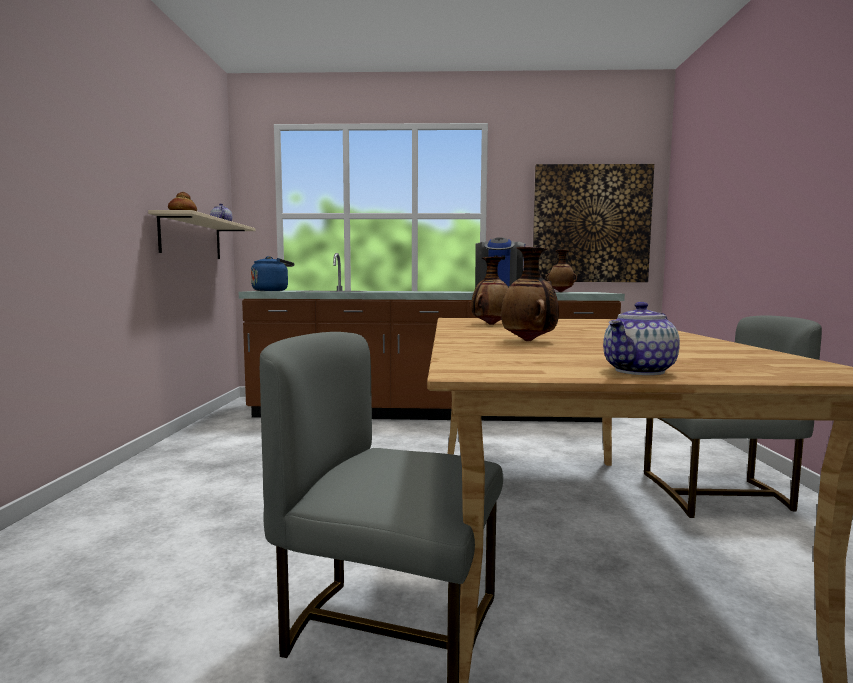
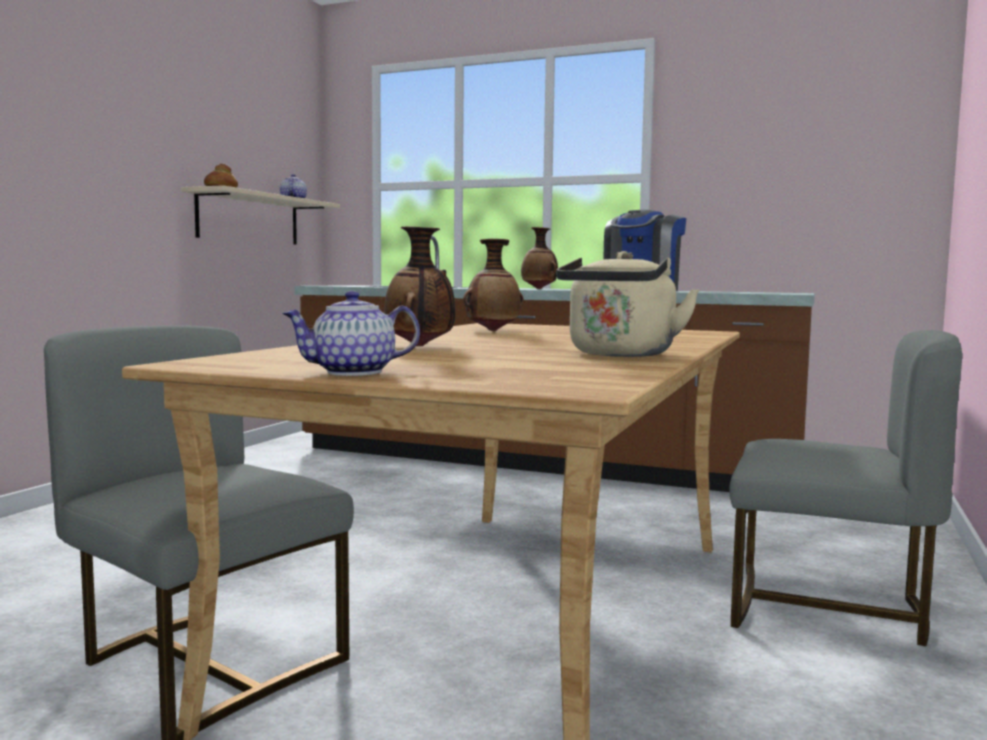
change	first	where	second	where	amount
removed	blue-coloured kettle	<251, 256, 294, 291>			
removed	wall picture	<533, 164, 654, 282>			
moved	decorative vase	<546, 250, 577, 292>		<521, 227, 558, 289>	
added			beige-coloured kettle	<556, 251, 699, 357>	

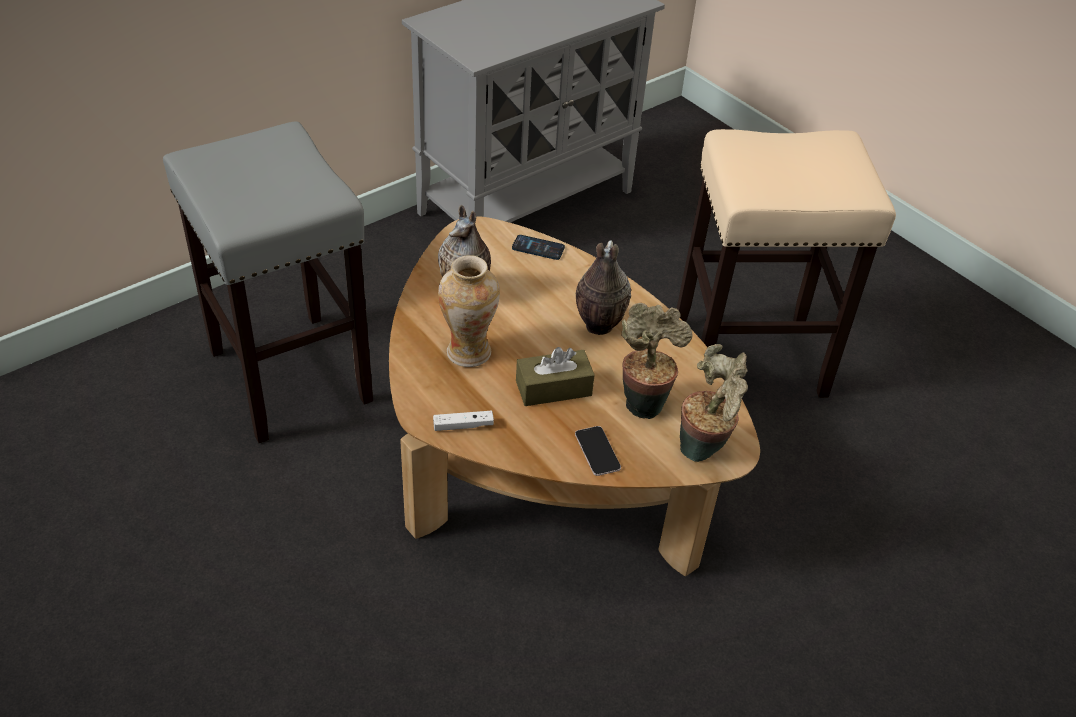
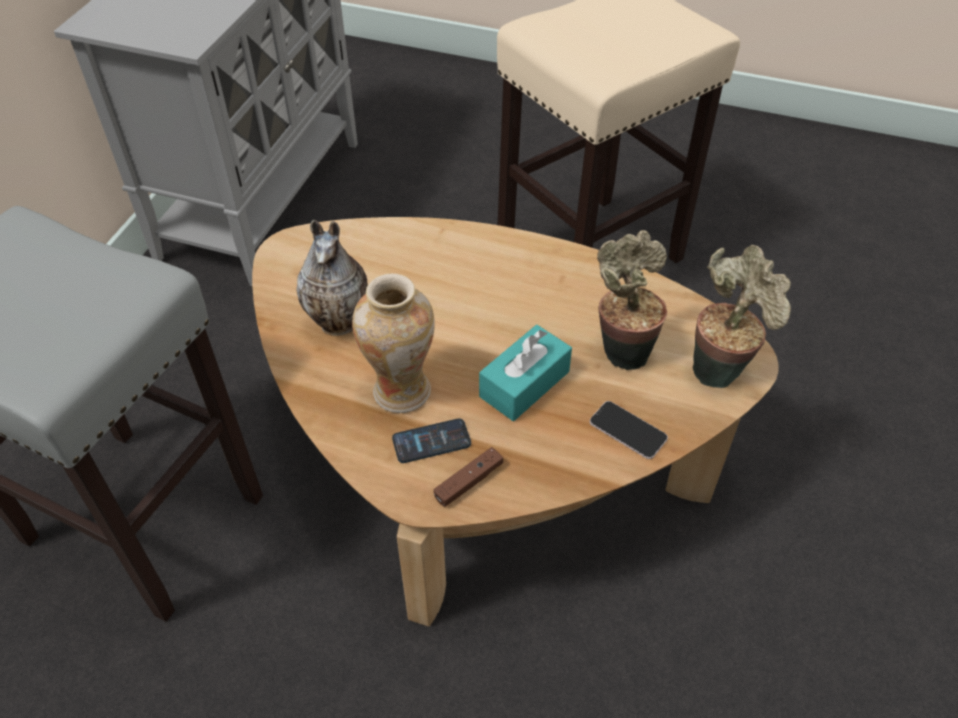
change	first	where	second	where	amount
recoloured	white-coloured gamepad	<433, 411, 494, 431>	brownish gamepad	<434, 447, 503, 507>	
moved	telephone	<512, 235, 565, 260>		<392, 418, 471, 463>	
recoloured	brownish box of tissues	<516, 347, 595, 406>	turquoise-coloured box of tissues	<479, 325, 572, 421>	
removed	decorative vase	<576, 240, 631, 335>			

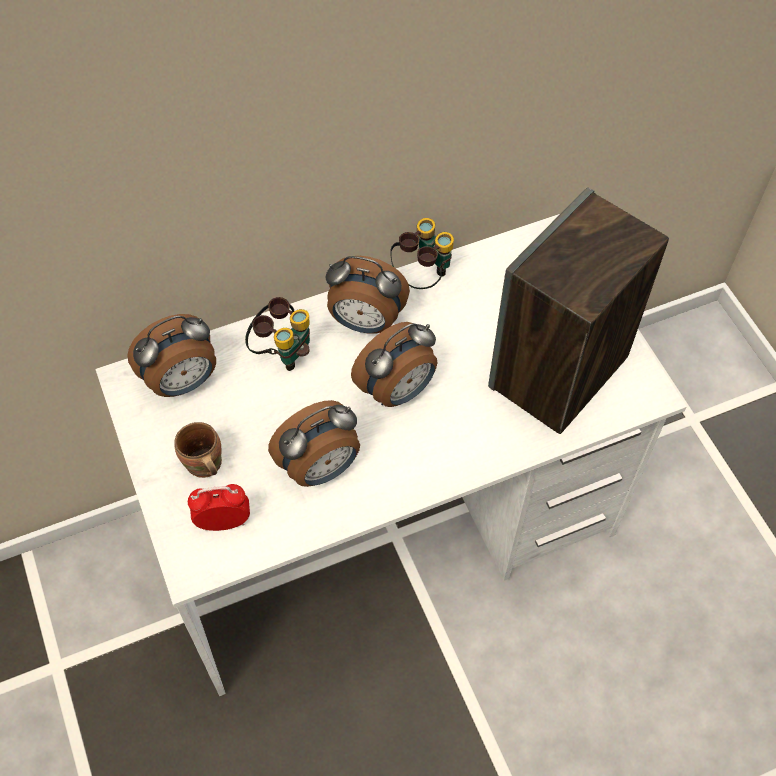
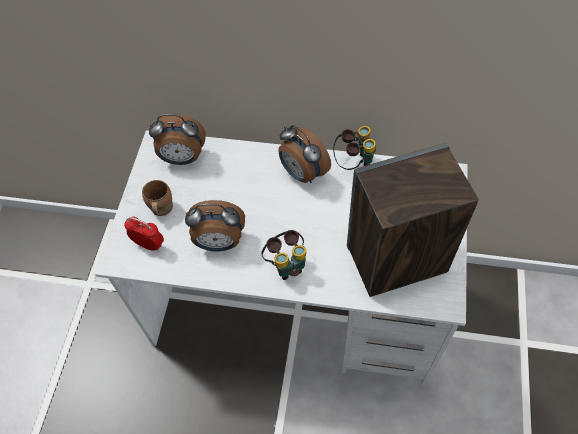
change	first	where	second	where	amount
moved	binoculars	<245, 297, 310, 371>		<261, 230, 306, 280>	
removed	table clock	<351, 322, 437, 407>			

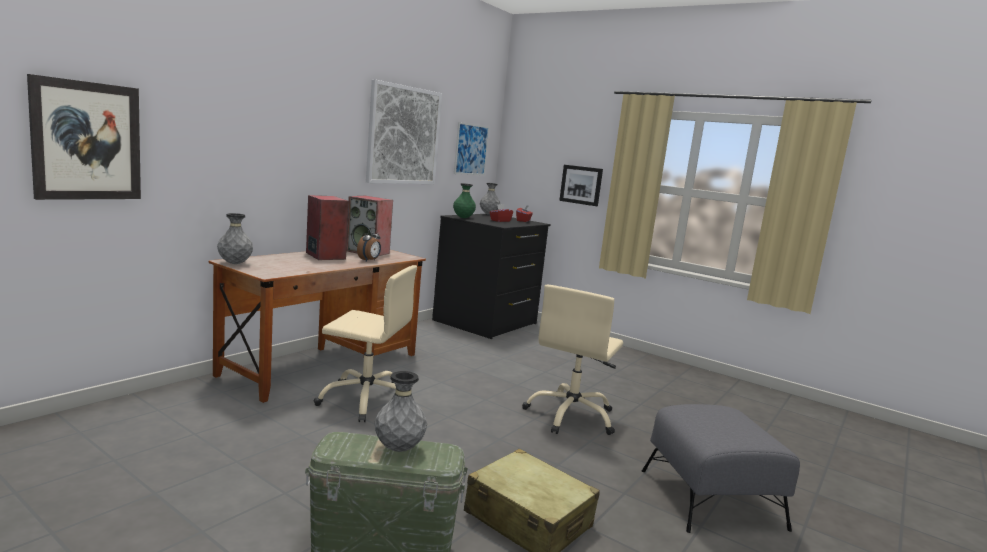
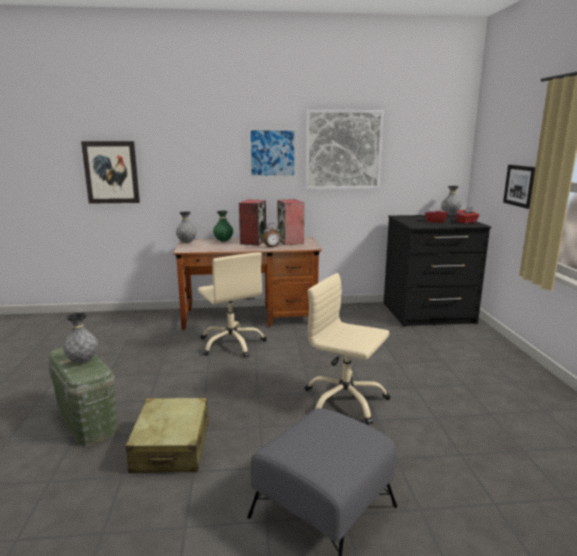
change	first	where	second	where	amount
moved	greenish decorative vase	<453, 183, 476, 218>		<213, 211, 233, 242>	
moved	wall picture	<454, 122, 490, 175>		<249, 129, 296, 177>	
turned	beige-coloured office chair	<522, 285, 623, 435>		<305, 273, 390, 425>	45 degrees clockwise

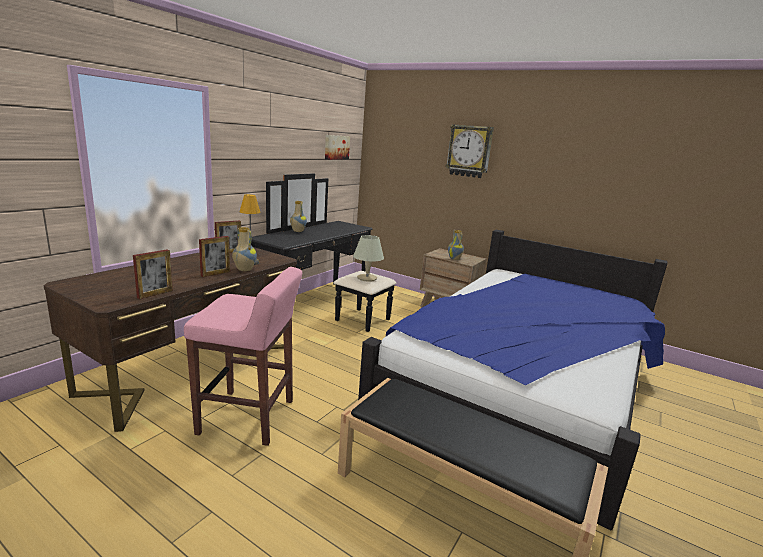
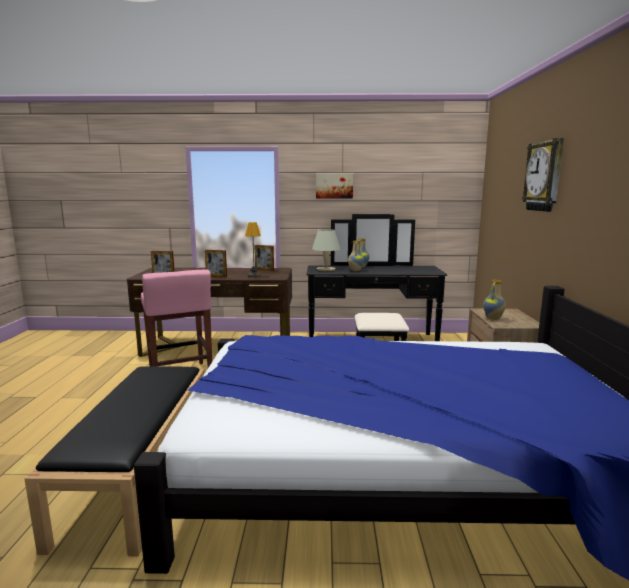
change	first	where	second	where	amount
moved	decorative vase	<232, 227, 257, 271>		<348, 240, 364, 271>	
moved	wall picture	<325, 135, 350, 160>		<316, 174, 353, 198>	
moved	beige-coloured lamp for a table	<353, 235, 384, 282>		<312, 229, 340, 271>	

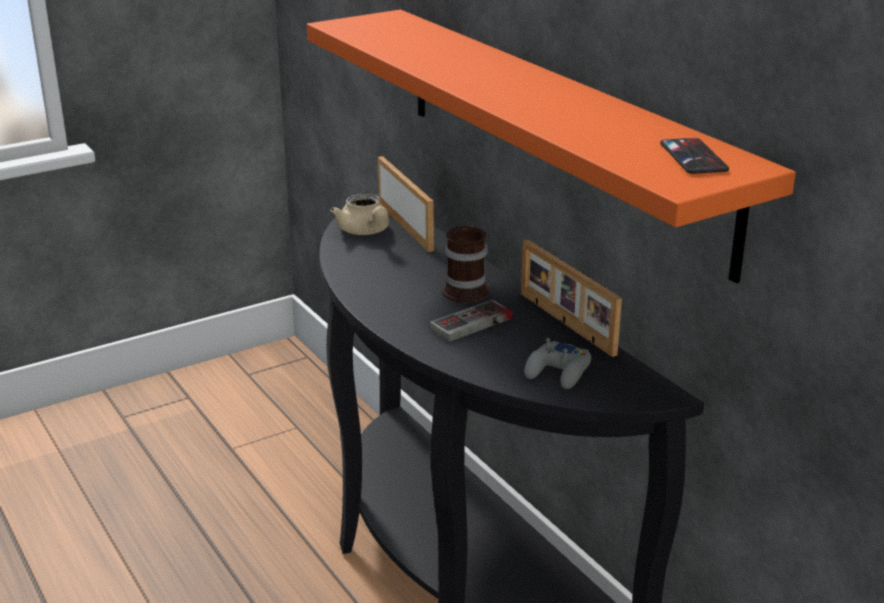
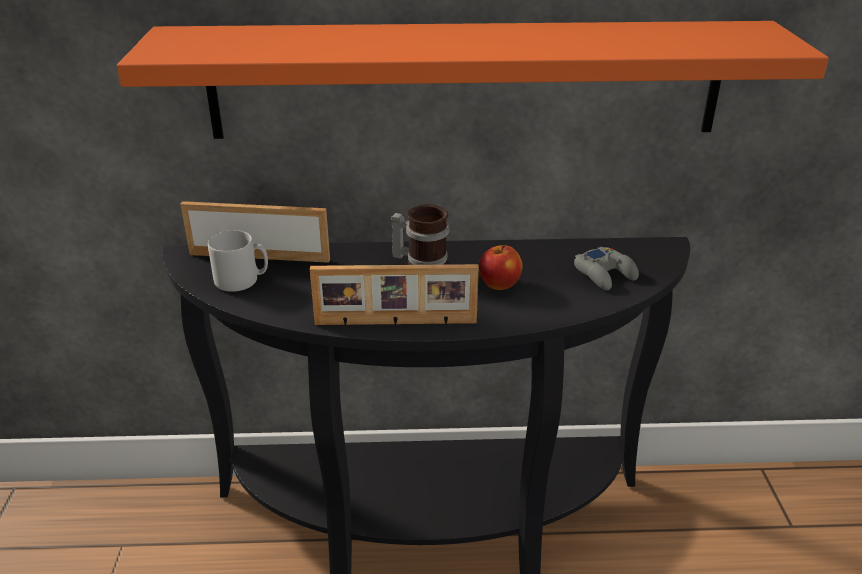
change	first	where	second	where	amount
replaced	beige-coloured tea pot	<331, 194, 389, 235>	grey mug	<208, 230, 268, 292>	
replaced	gamepad	<430, 300, 513, 342>	apple fruit	<479, 245, 522, 290>	
moved	standing frame	<521, 240, 622, 357>		<310, 264, 479, 327>	
removed	telephone	<660, 138, 729, 174>			

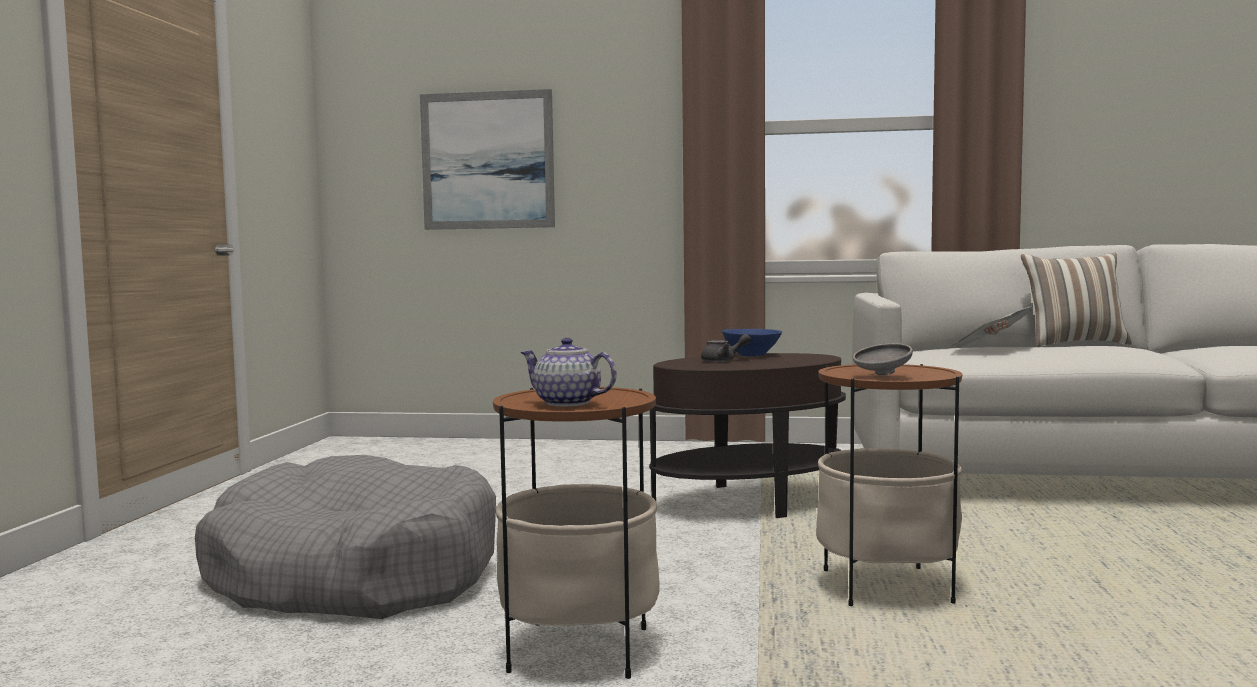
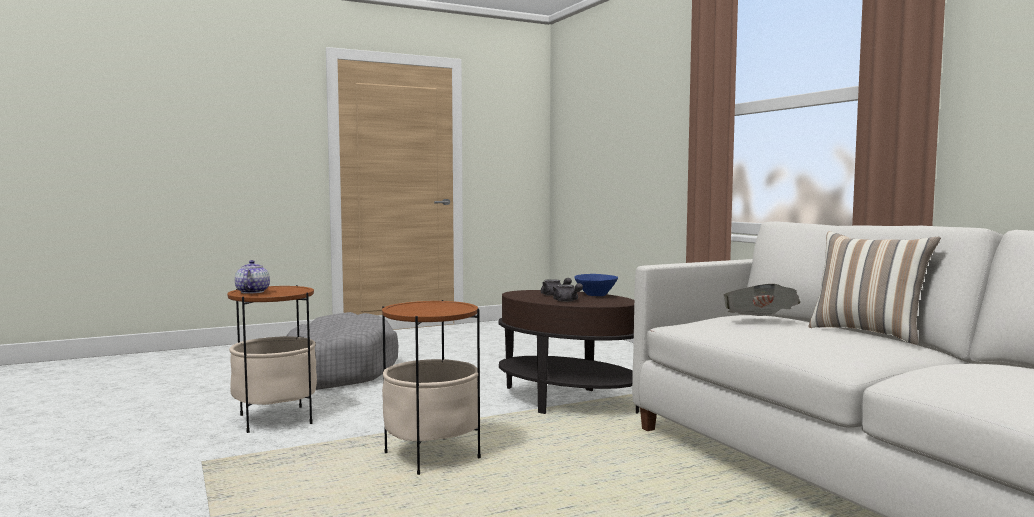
change	first	where	second	where	amount
removed	wall picture	<420, 89, 555, 230>			
removed	grey serving bowl	<853, 343, 913, 376>			
added			grey tea pot	<552, 283, 583, 302>	

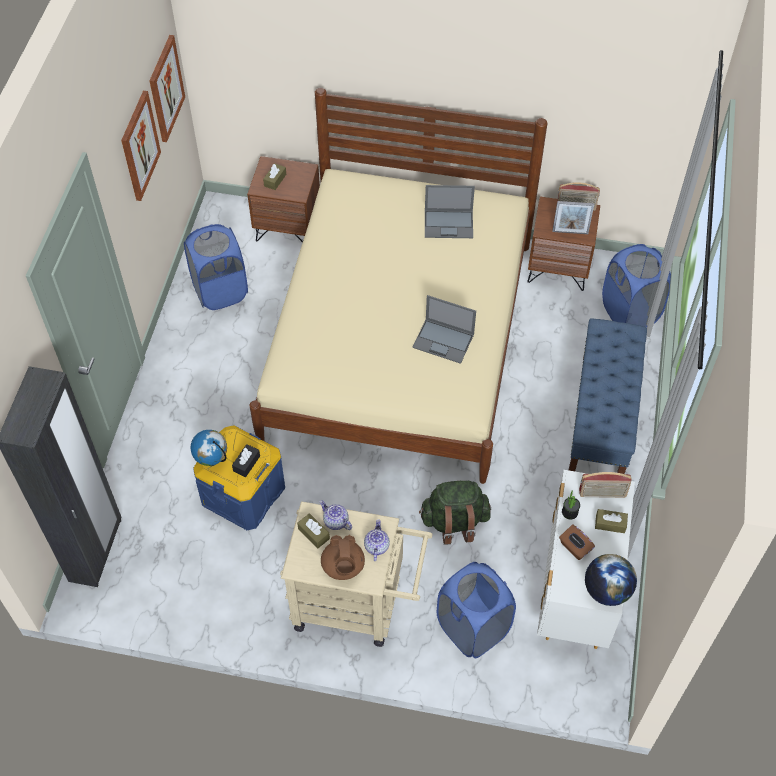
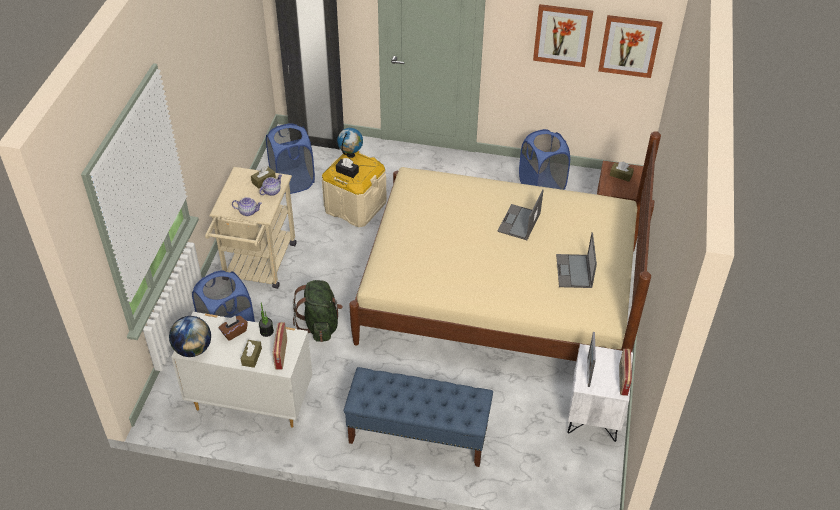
change	first	where	second	where	amount
recoloured	blue-coloured storage container	<193, 426, 285, 530>	beige-coloured storage container	<322, 151, 387, 227>	
removed	brownish tea pot	<321, 535, 365, 580>			
moved	notebook computer	<412, 295, 476, 364>		<497, 189, 544, 240>	
recoloured	brownish bedside table	<528, 197, 600, 291>	white-coloured bedside table	<567, 344, 633, 442>	
moved	blue-coloured hamper	<602, 244, 671, 327>		<266, 123, 315, 194>	

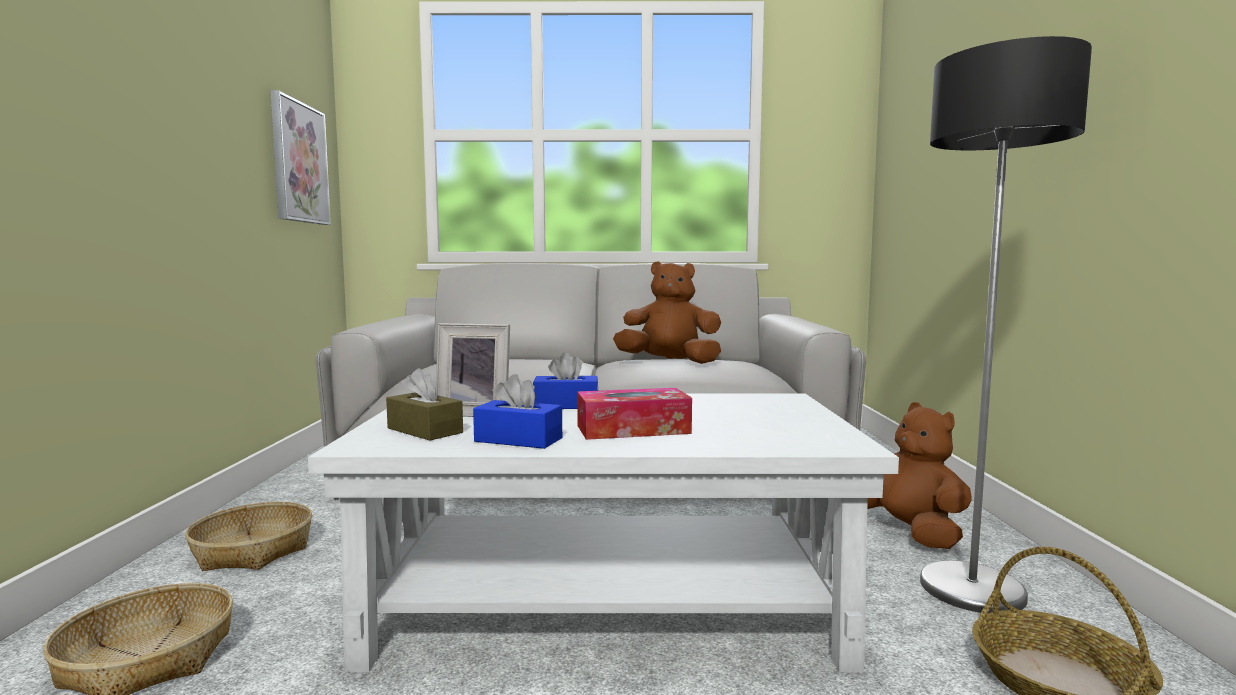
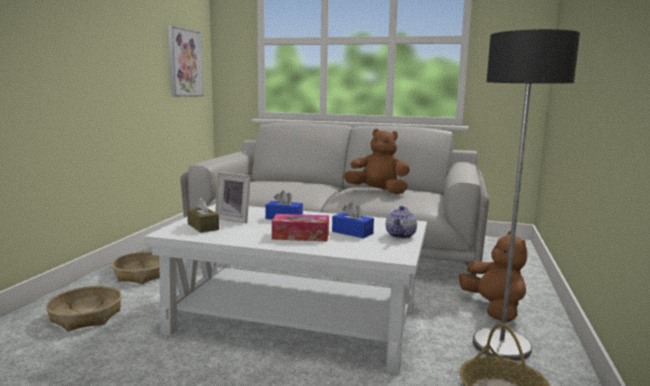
change	first	where	second	where	amount
moved	blue-coloured box of tissues	<473, 374, 562, 449>		<332, 202, 374, 238>	
added			tea pot	<386, 206, 417, 239>	

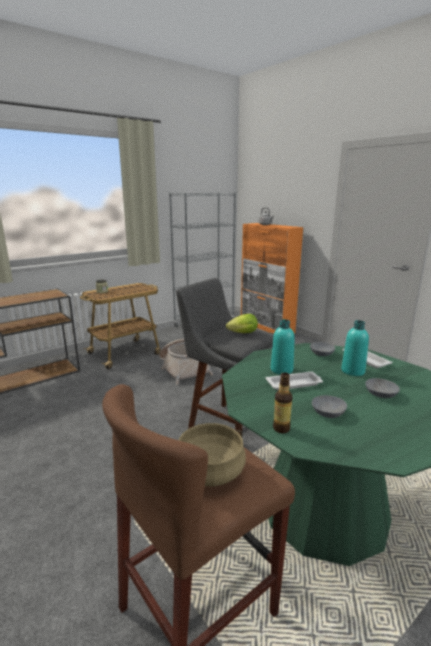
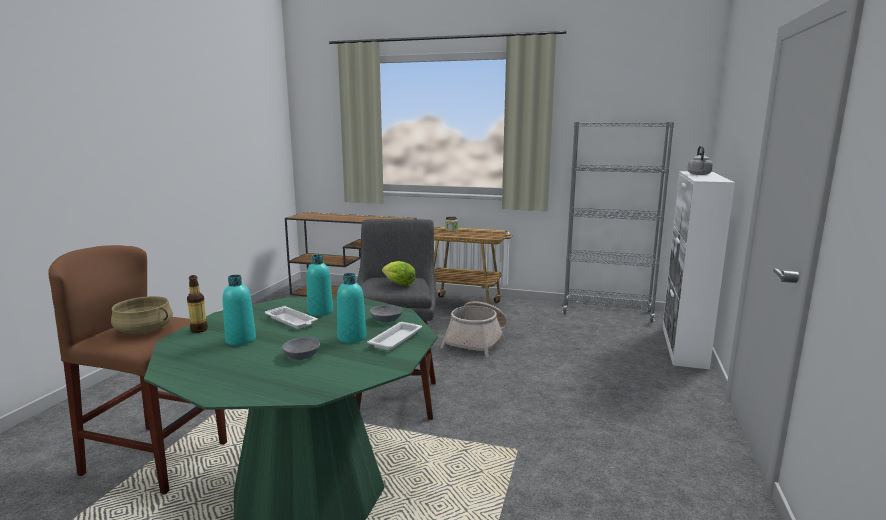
change	first	where	second	where	amount
recoloured	orange-coloured cupboard	<241, 223, 303, 334>	white-coloured cupboard	<663, 171, 735, 370>	
replaced	grey serving bowl	<312, 395, 347, 418>	turquoise-coloured drink bottle	<223, 275, 256, 345>	

